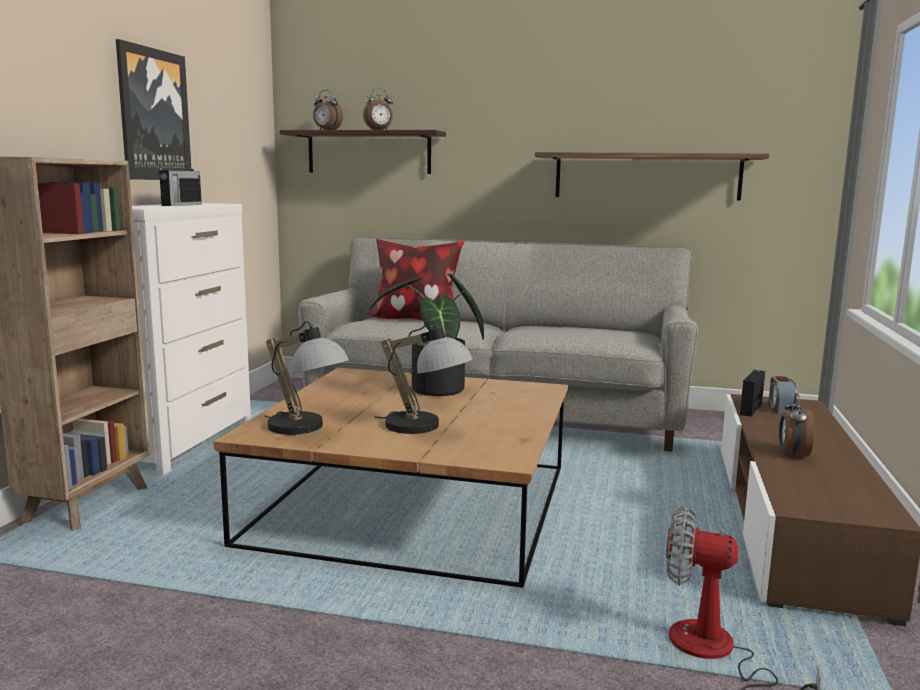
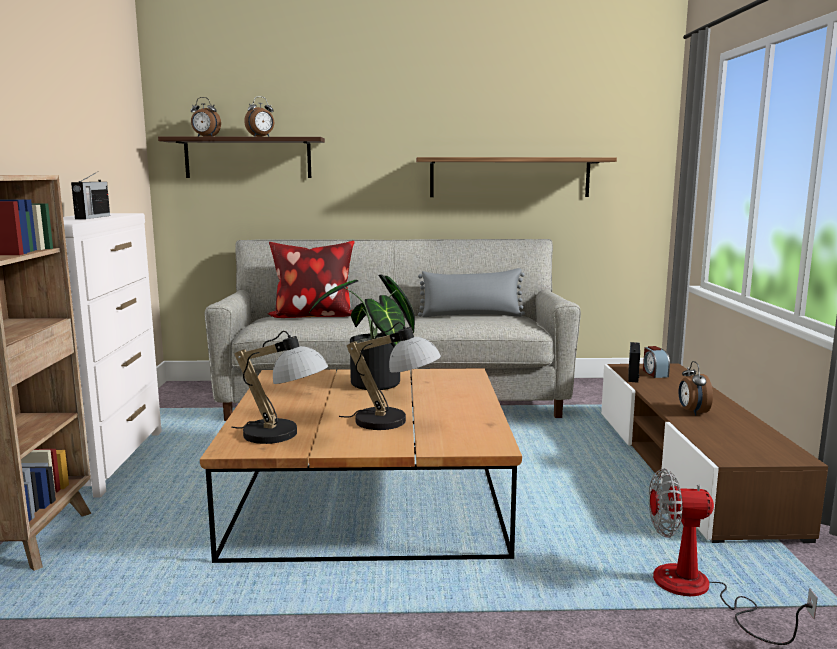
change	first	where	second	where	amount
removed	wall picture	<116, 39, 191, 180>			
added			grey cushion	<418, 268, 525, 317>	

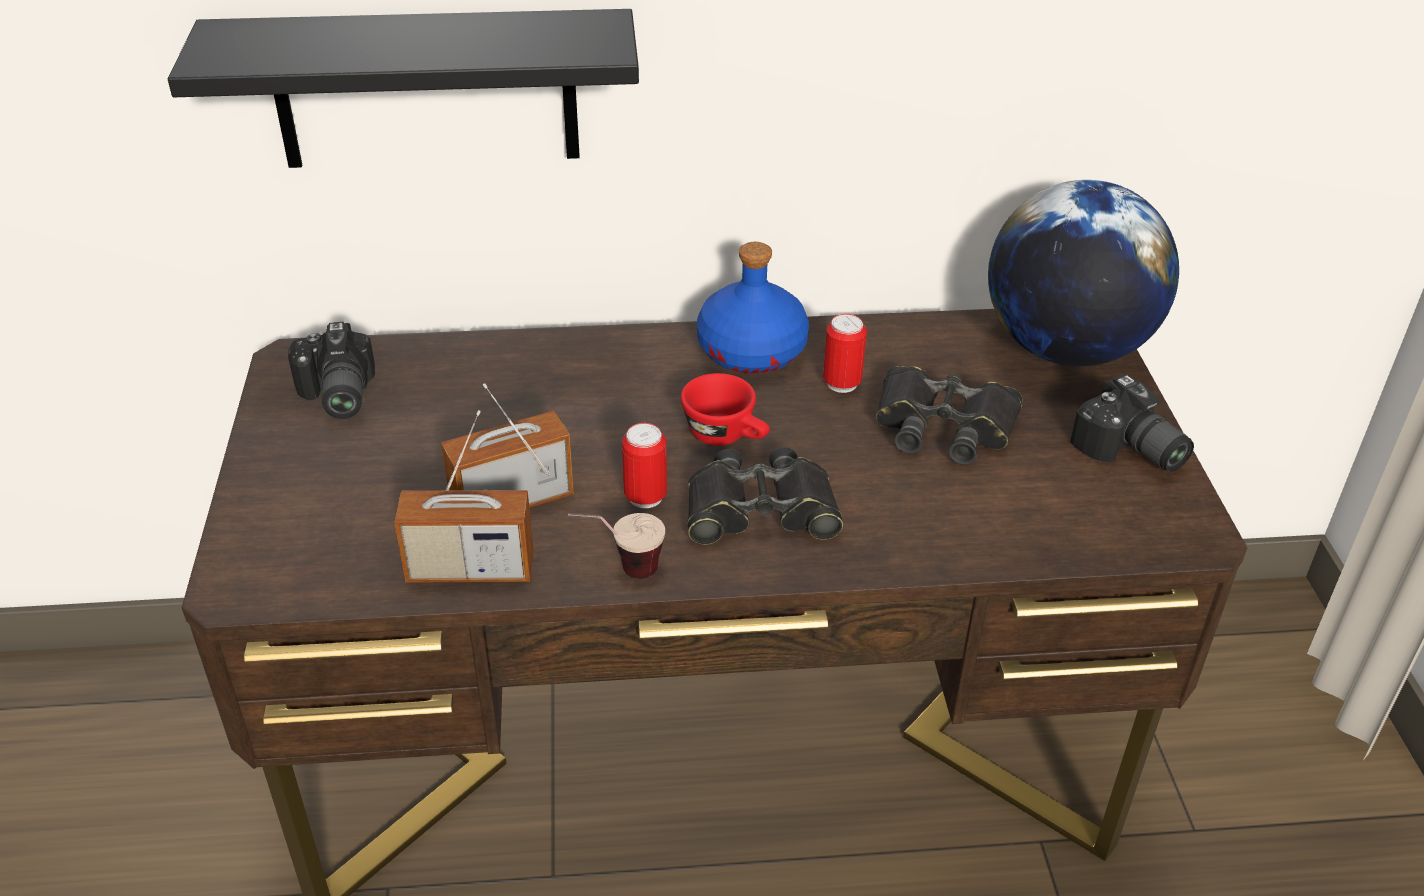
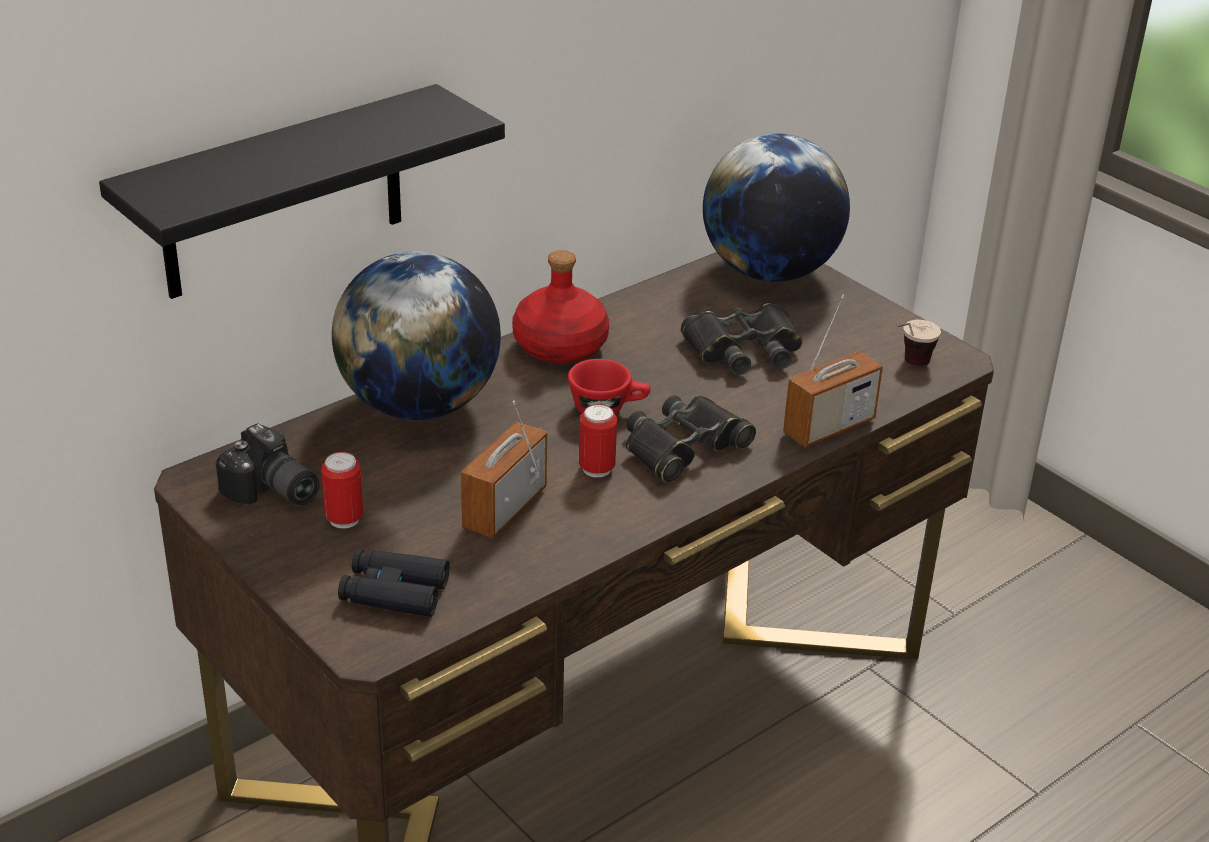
change	first	where	second	where	amount
moved	radio	<394, 410, 534, 583>		<783, 295, 883, 447>	
moved	drinking cup	<568, 513, 665, 579>		<896, 320, 941, 366>	
recoloured	blue-coloured drink bottle	<697, 242, 809, 373>	reddish drink bottle	<512, 250, 609, 363>	
moved	can	<823, 314, 867, 393>		<321, 452, 363, 528>	
removed	still camera	<1070, 374, 1194, 472>			
added			desk globe	<332, 251, 501, 420>	
added			black-coloured binoculars	<338, 549, 450, 617>	

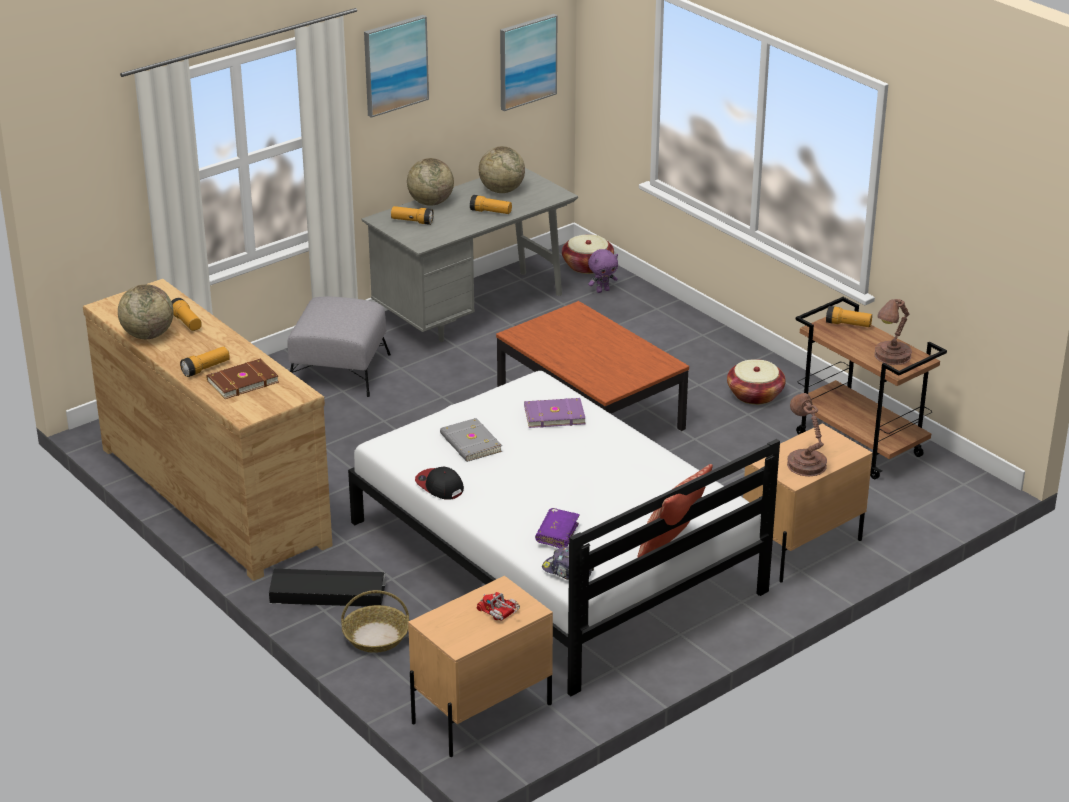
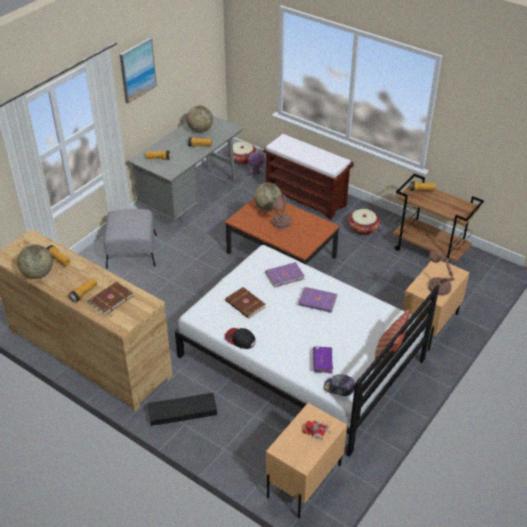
change	first	where	second	where	amount
removed	storage basket	<341, 590, 409, 653>			
moved	desk globe	<407, 158, 454, 206>		<254, 183, 282, 211>	
recoloured	grey book	<440, 418, 502, 462>	brownish book	<225, 287, 266, 319>	
removed	wall picture	<500, 14, 557, 111>			
moved	brownish lamp for a table	<874, 299, 912, 365>		<272, 194, 291, 229>	
added			brownish indoor bench	<263, 134, 354, 220>	
added			purple-coloured book	<298, 287, 337, 312>	

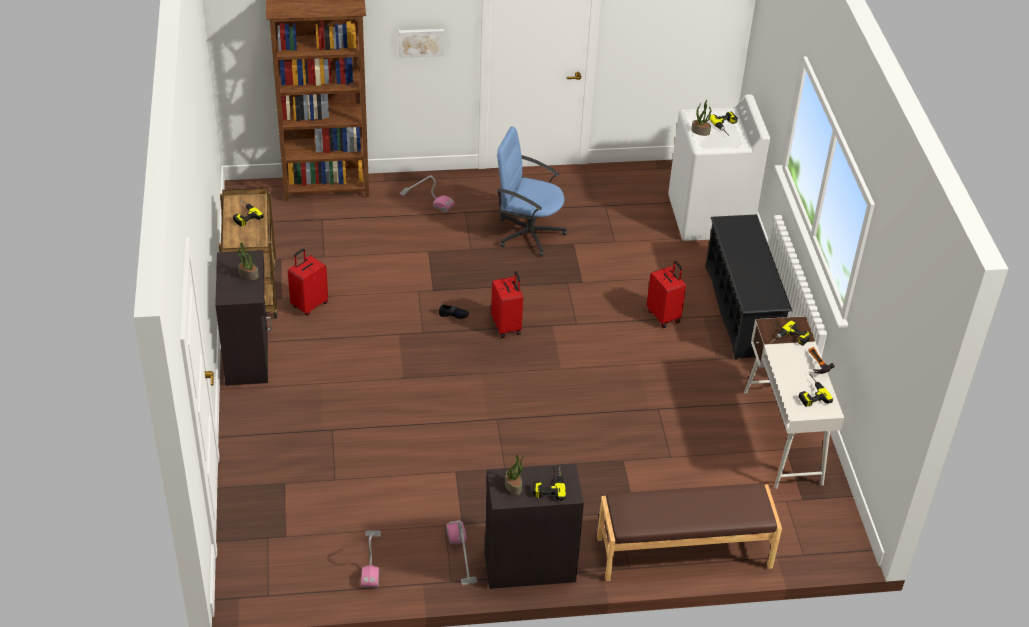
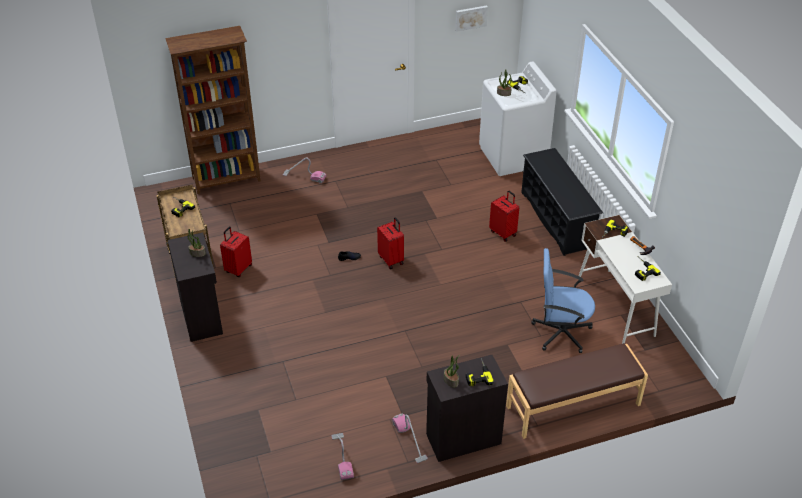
change	first	where	second	where	amount
moved	wall picture	<399, 29, 444, 58>		<455, 6, 488, 32>	
moved	blue-coloured office chair	<497, 127, 567, 256>		<531, 248, 595, 353>	

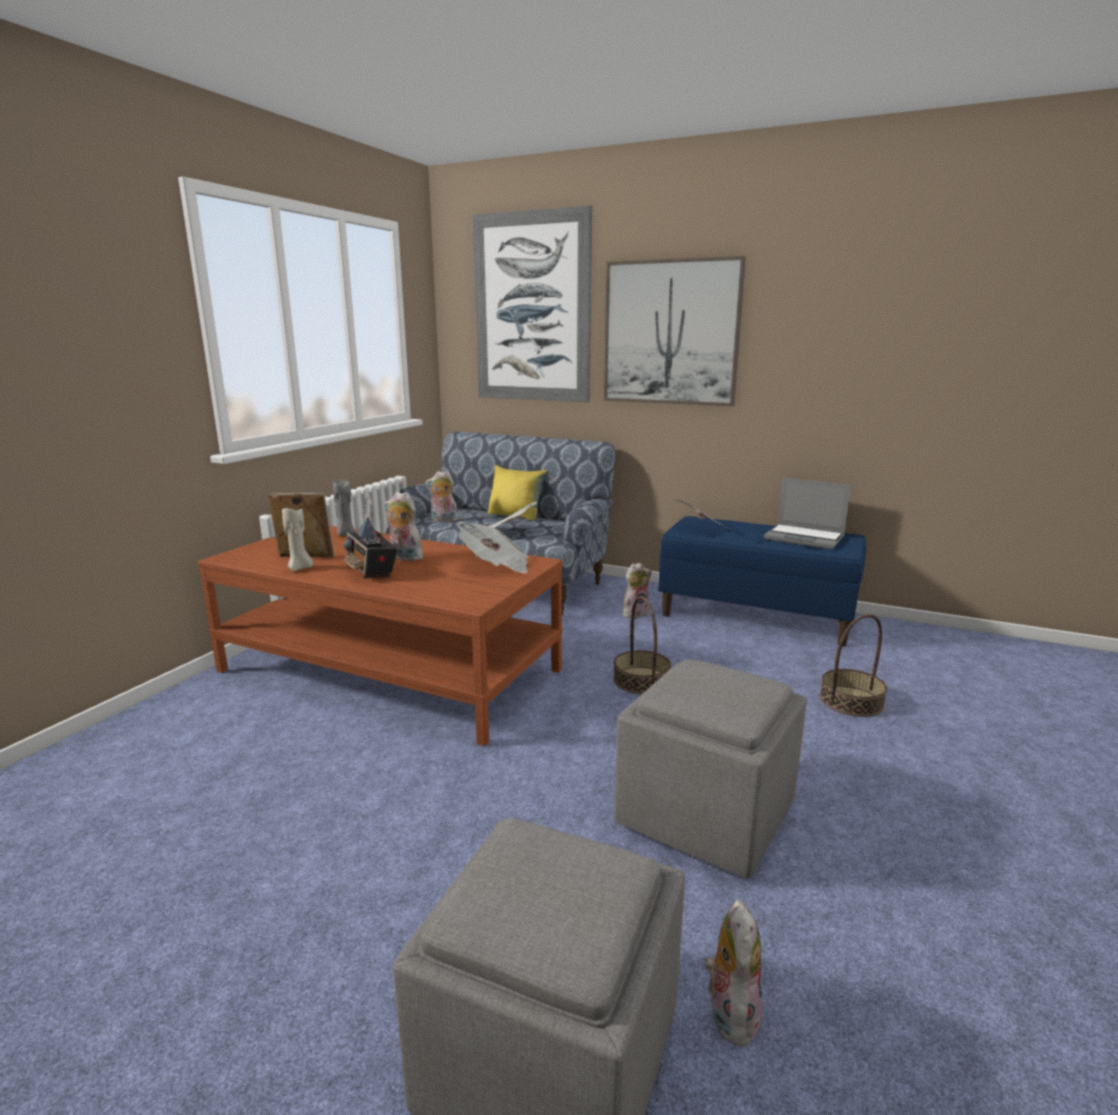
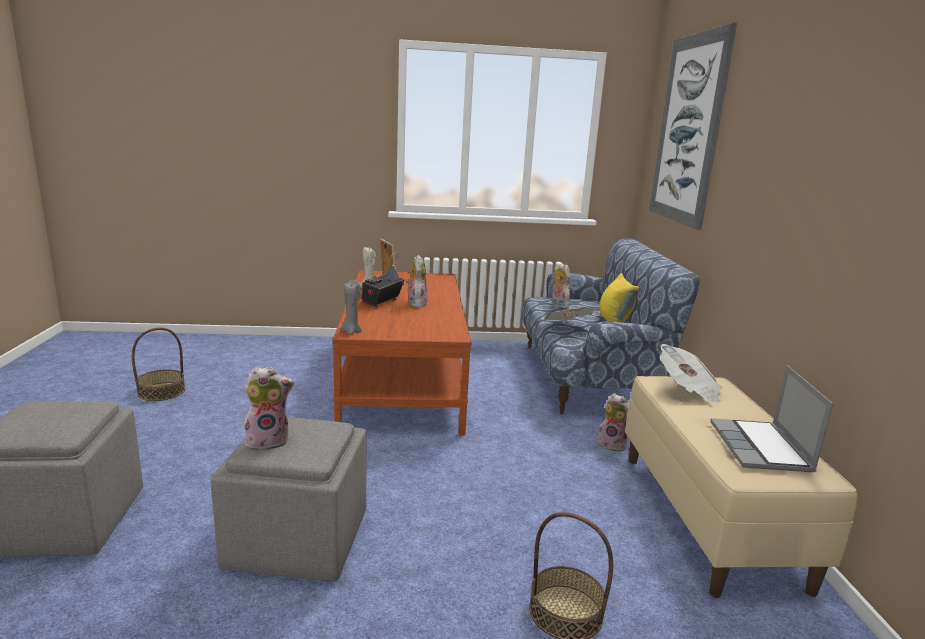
change	first	where	second	where	amount
moved	grey wax light	<333, 479, 356, 536>		<341, 280, 362, 334>	
removed	printed paper	<458, 522, 528, 573>			
removed	wall picture	<604, 256, 746, 406>			
moved	storage basket	<613, 596, 671, 694>		<132, 327, 185, 401>	
recoloured	blue-coloured indoor bench	<658, 516, 866, 647>	beige-coloured indoor bench	<625, 376, 858, 598>	
moved	plush toy	<705, 900, 762, 1047>		<244, 366, 294, 451>	

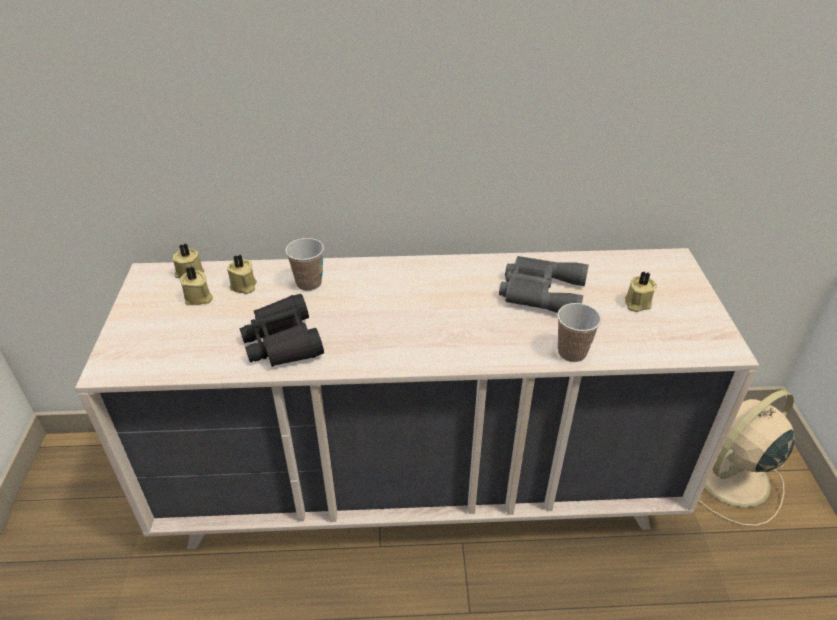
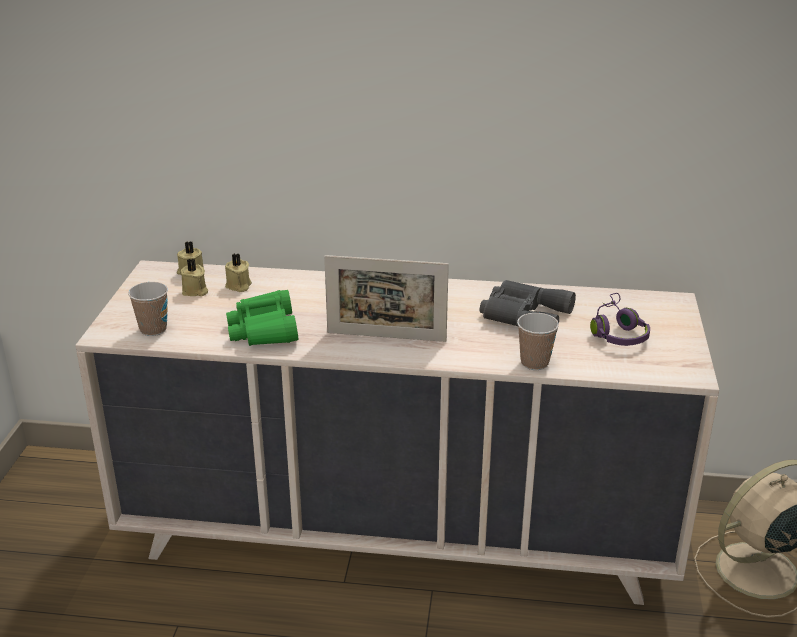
change	first	where	second	where	amount
recoloured	black-coloured binoculars	<240, 294, 324, 367>	greenish binoculars	<226, 290, 299, 346>	
moved	drinking cup	<286, 238, 324, 291>		<128, 282, 168, 336>	
replaced	beige-coloured wax light	<625, 272, 657, 312>	purple-coloured headphones	<590, 293, 650, 346>	
added			standing frame	<324, 255, 449, 342>	

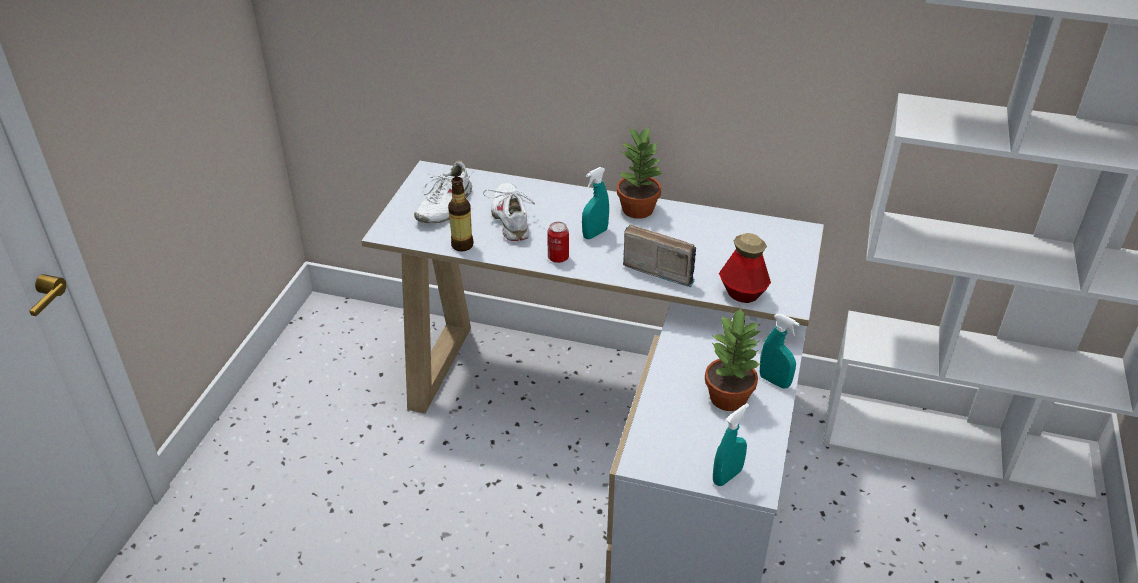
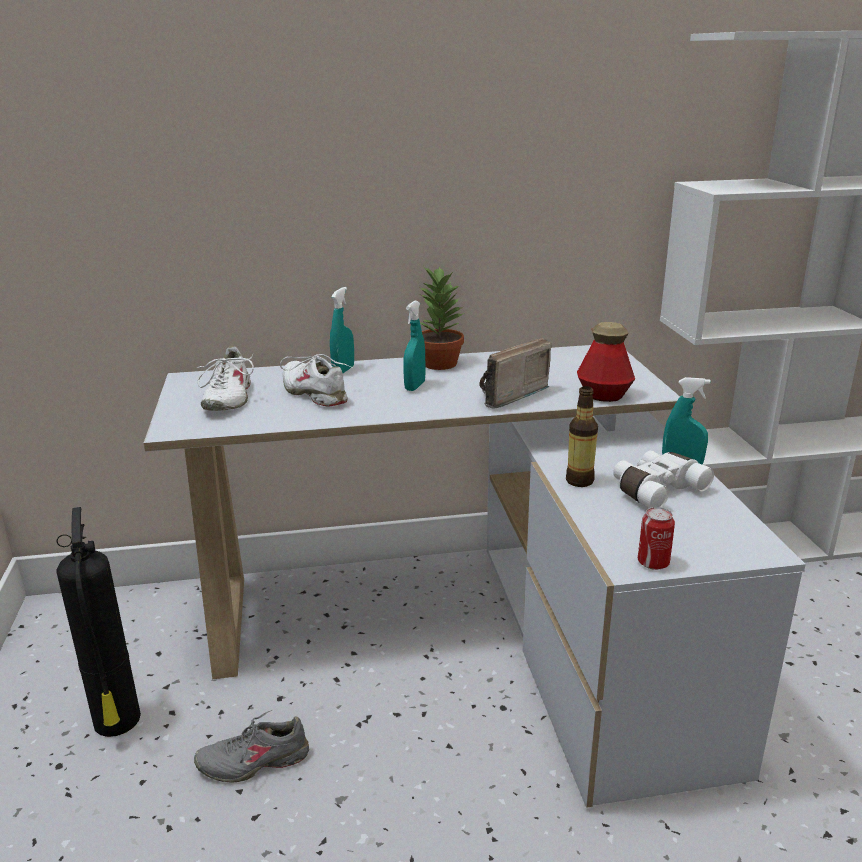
change	first	where	second	where	amount
moved	drink bottle	<448, 177, 474, 252>		<566, 386, 598, 487>	
moved	can	<548, 222, 569, 263>		<638, 507, 675, 570>	
turned	radio	<623, 225, 696, 287>		<479, 338, 552, 408>	45 degrees counterclockwise
replaced	potted plant	<705, 307, 762, 411>	white-coloured binoculars	<613, 451, 714, 508>	
moved	turquoise-coloured spray bottle	<713, 403, 749, 486>		<330, 287, 354, 373>	
added			extinguisher	<56, 507, 141, 737>	
added			grey item of footwear	<194, 710, 309, 783>	

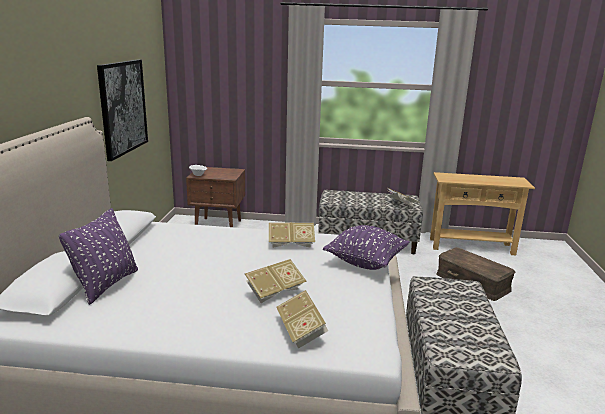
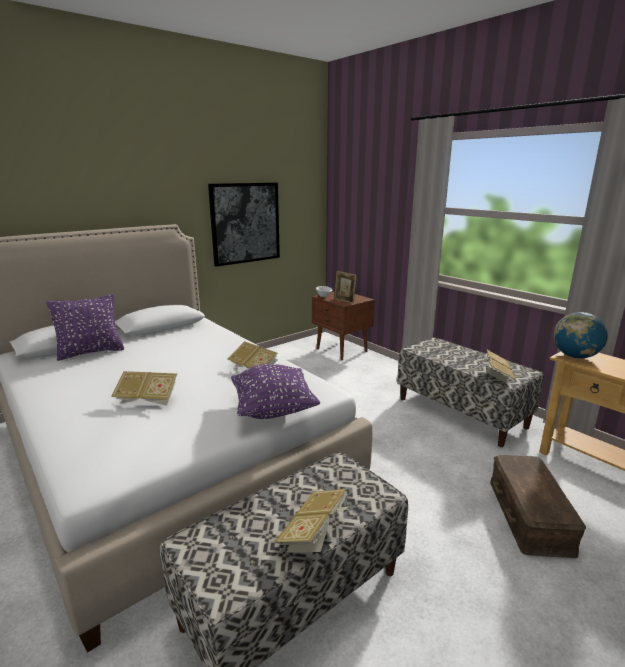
change	first	where	second	where	amount
moved	book	<276, 290, 328, 349>		<275, 489, 348, 552>	
added			standing frame	<334, 271, 357, 304>	
added			desk globe	<554, 312, 608, 359>	

